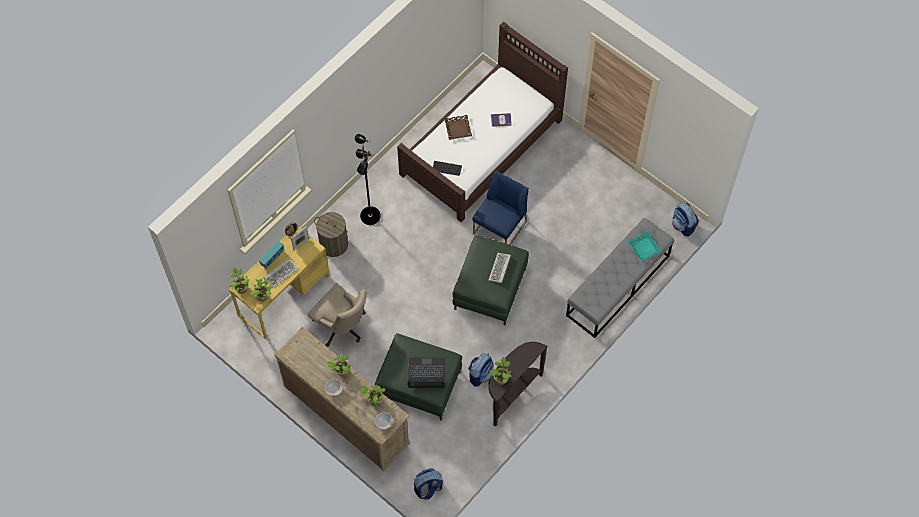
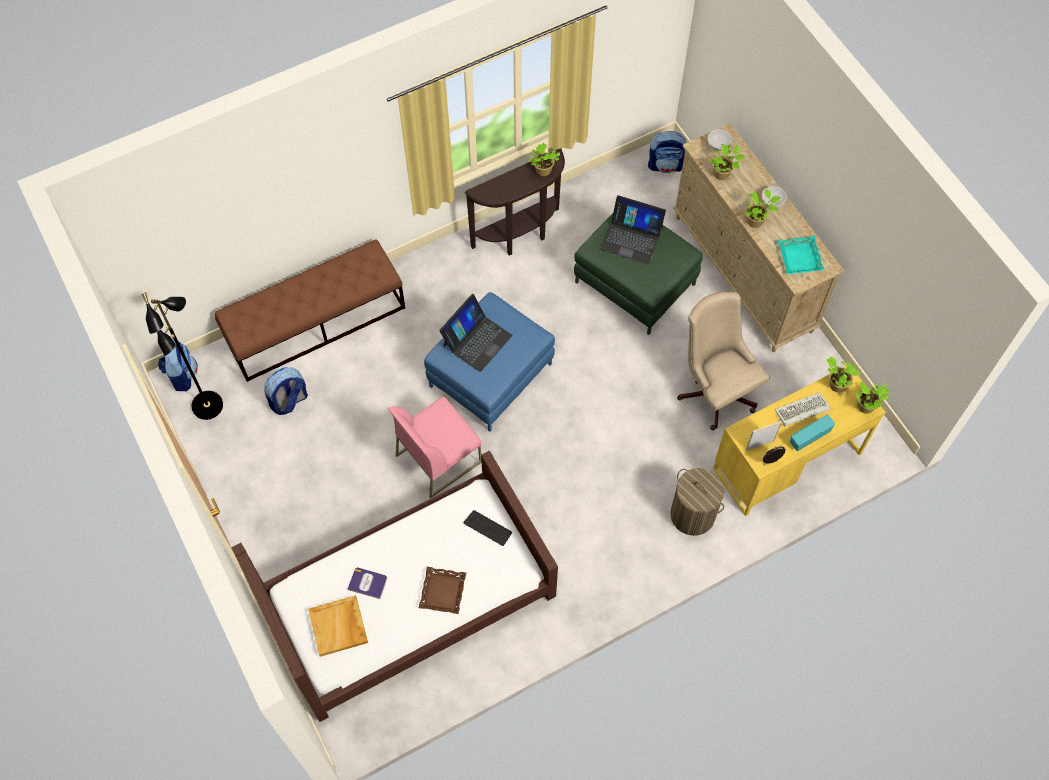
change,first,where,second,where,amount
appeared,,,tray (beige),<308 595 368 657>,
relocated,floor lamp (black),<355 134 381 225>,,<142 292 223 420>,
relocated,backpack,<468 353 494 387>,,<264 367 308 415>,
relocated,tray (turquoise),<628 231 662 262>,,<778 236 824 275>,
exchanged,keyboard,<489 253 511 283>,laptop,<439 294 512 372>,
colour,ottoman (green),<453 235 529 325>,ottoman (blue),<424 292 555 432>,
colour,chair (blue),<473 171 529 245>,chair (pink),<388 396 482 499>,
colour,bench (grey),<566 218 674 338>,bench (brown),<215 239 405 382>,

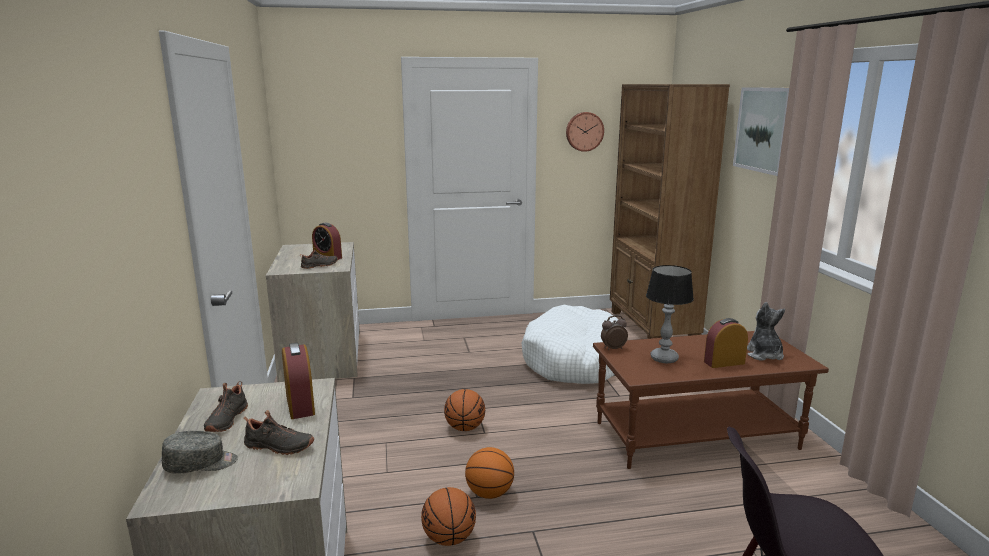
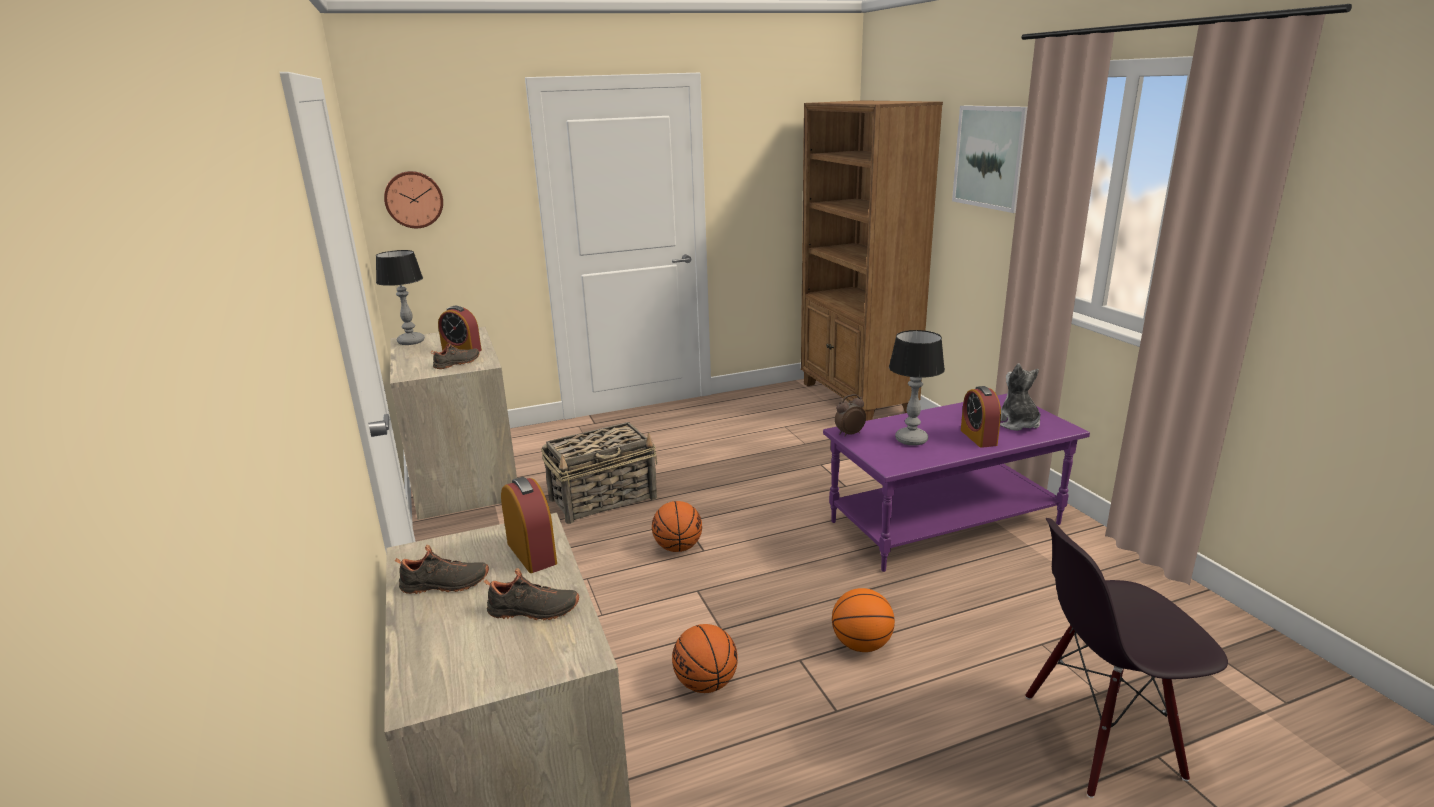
change,first,where,second,where,amount
missing,cap (grey),<162 431 238 474>,,,
missing,dog bed (white),<522 305 625 384>,,,
appeared,,,table lamp,<376 250 425 345>,
appeared,,,basket,<541 422 657 524>,
relocated,basketball,<465 447 514 499>,,<832 588 895 652>,
relocated,wall clock,<566 112 604 152>,,<384 171 443 228>,
colour,coffee table (brown),<593 331 829 469>,coffee table (purple),<823 394 1090 572>,
spun,shoe (black),<204 381 248 432>,,<395 545 489 594>,90 degrees counterclockwise
spun,alarm clock,<704 318 748 368>,,<961 386 1001 448>,75 degrees counterclockwise

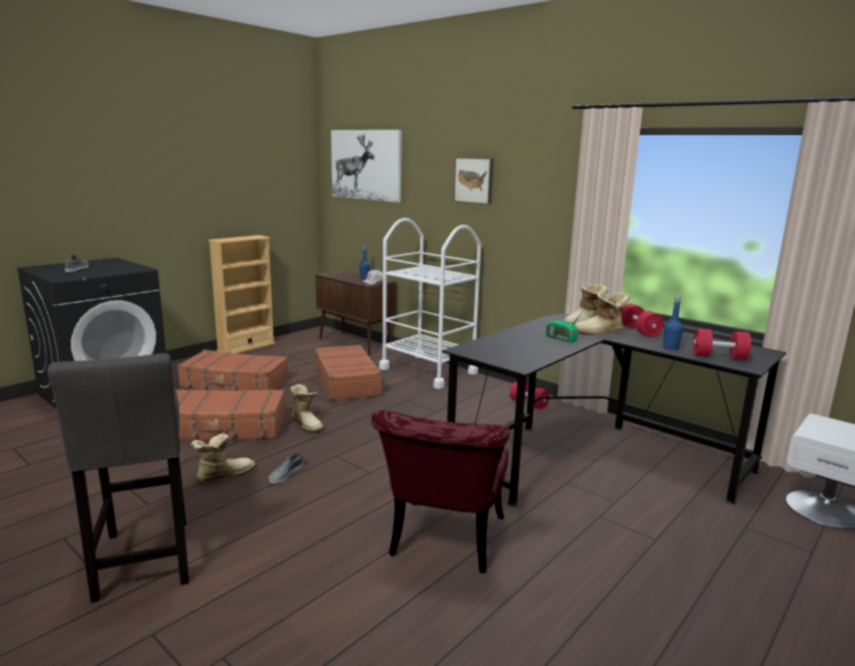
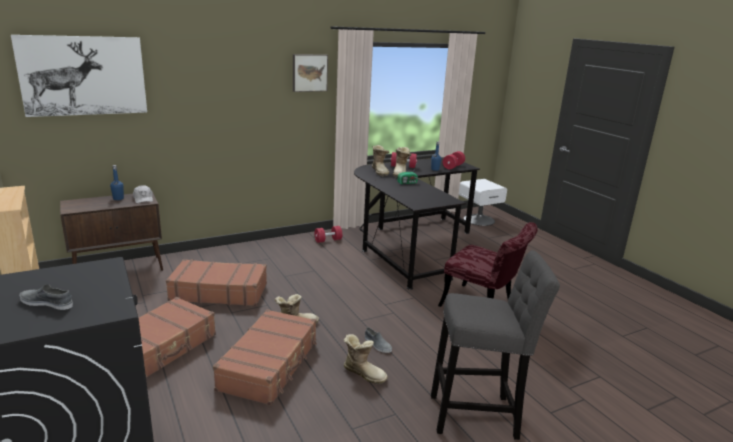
change,first,where,second,where,amount
missing,cart (white),<379 218 481 389>,,,
relocated,picture,<454 157 494 204>,,<293 54 328 92>,
spun,boot,<191 434 255 481>,,<343 334 388 384>,135 degrees clockwise

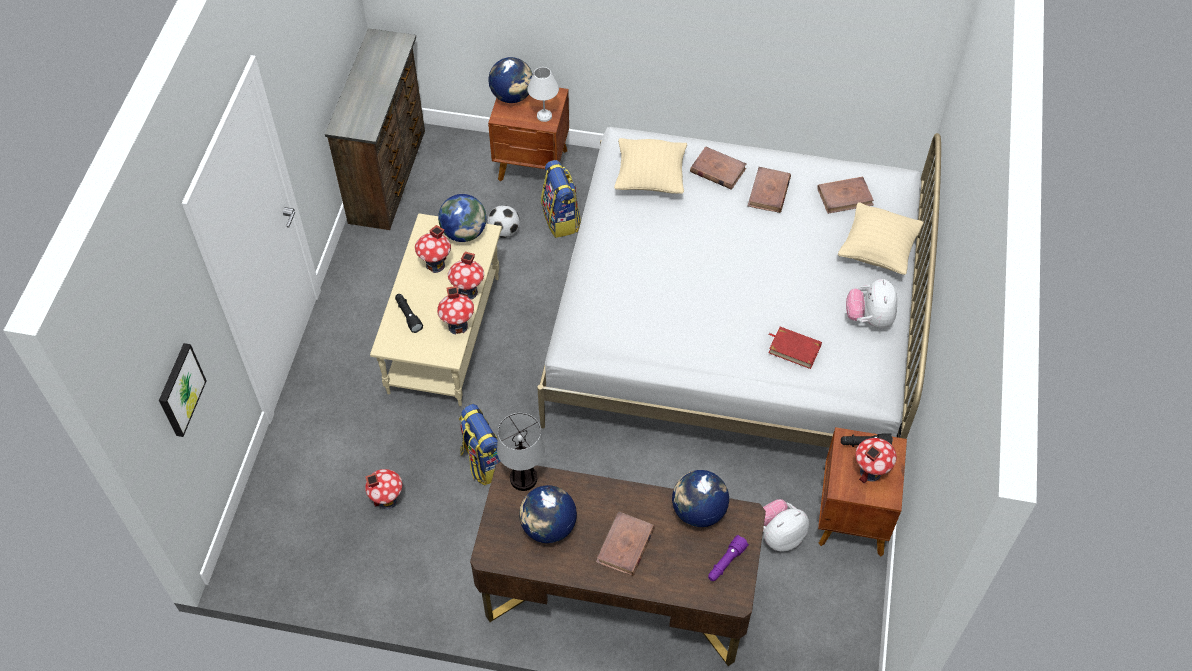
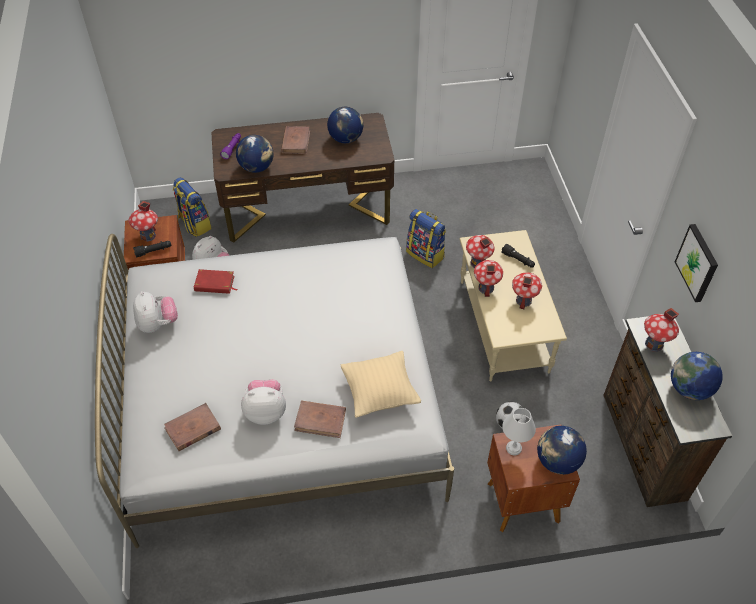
change,first,where,second,where,amount
missing,table lamp,<497 413 545 491>,,,
missing,pillow (beige),<838 202 924 275>,,,
relocated,picture,<159 343 206 437>,,<675 224 718 302>,
relocated,toy house,<365 469 402 509>,,<644 308 679 352>,
relocated,globe,<438 194 487 242>,,<671 352 723 400>,
relocated,backpack,<541 160 581 238>,,<173 177 212 237>,
exchanged,book (brown),<748 167 791 213>,plush toy,<241 379 286 425>,

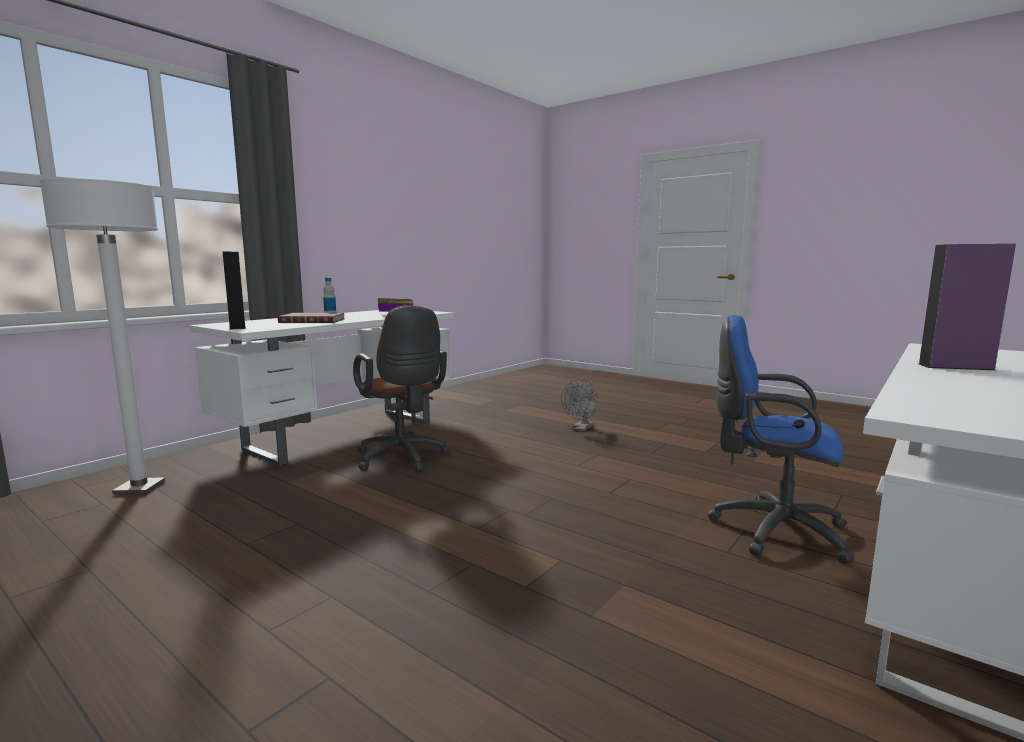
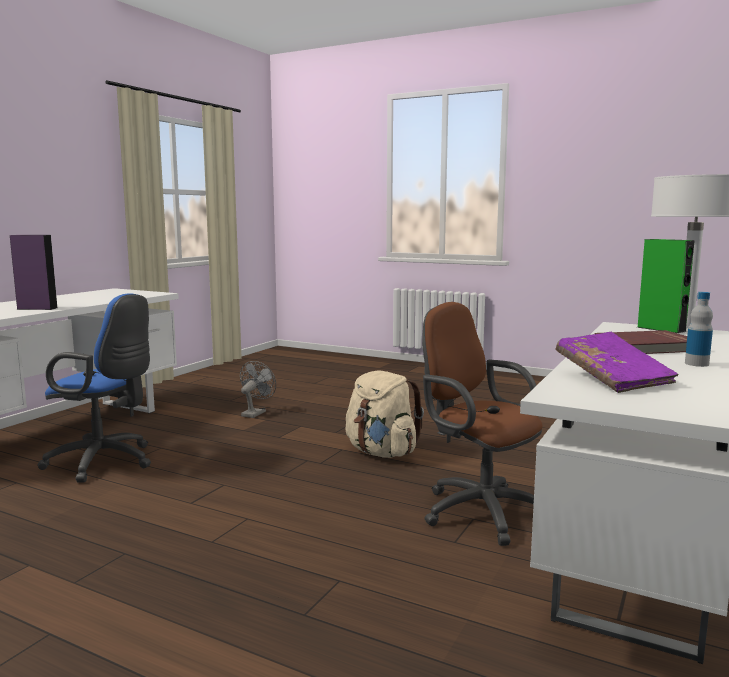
change,first,where,second,where,amount
appeared,,,backpack (beige),<346 370 424 458>,
relocated,fan (grey),<561 379 598 431>,,<240 361 276 418>,

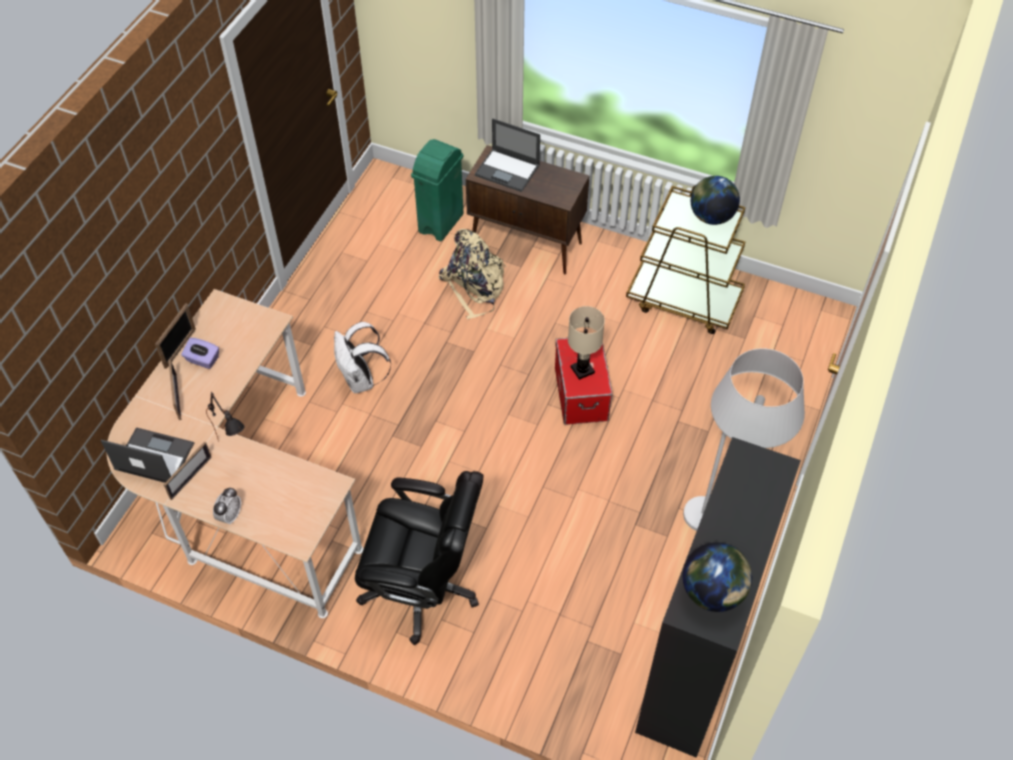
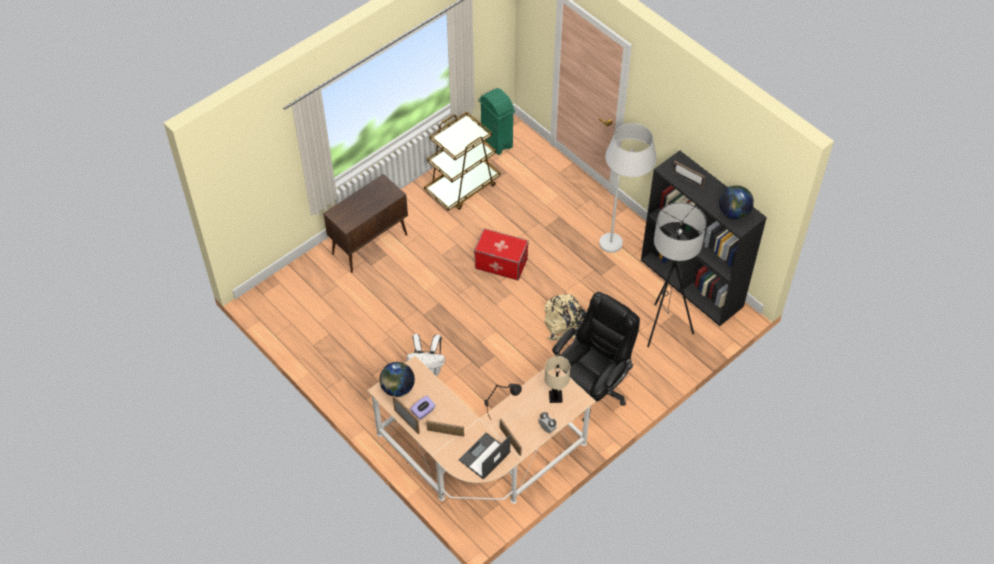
change,first,where,second,where,amount
missing,laptop,<475 118 540 192>,,,
appeared,,,floor lamp (grey),<647 202 707 347>,
appeared,,,picture frame,<672 161 705 188>,
relocated,trash can (green),<411 139 463 242>,,<479 88 515 155>,
relocated,backpack (beige),<438 229 507 319>,,<544 294 586 341>,
relocated,table lamp (beige),<568 306 605 380>,,<545 356 570 403>,
relocated,globe,<691 176 740 225>,,<379 362 415 397>,

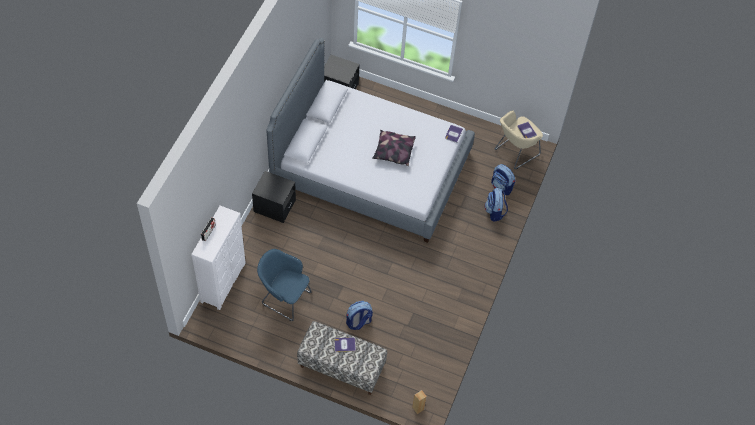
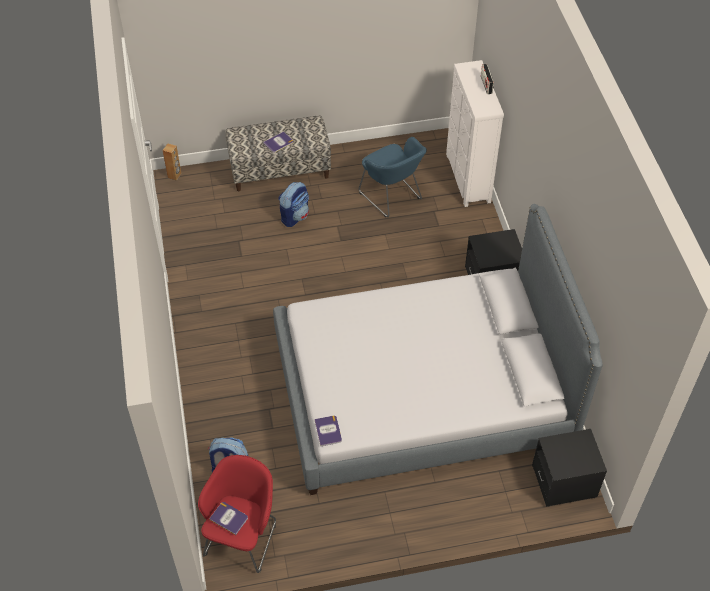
change,first,where,second,where,amount
missing,pillow,<372 130 416 166>,,,
missing,backpack,<485 188 508 222>,,,
colour,armchair (beige),<494 110 543 169>,armchair (red),<198 455 276 573>,
spun,armchair (blue),<257 249 312 321>,,<359 137 427 217>,60 degrees clockwise

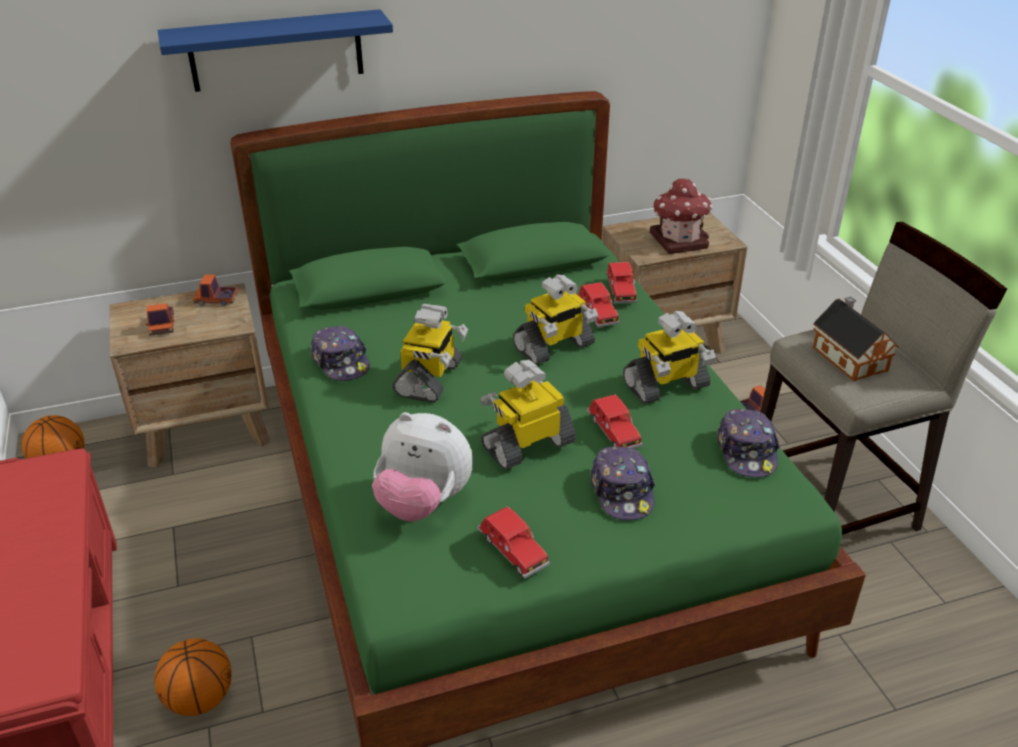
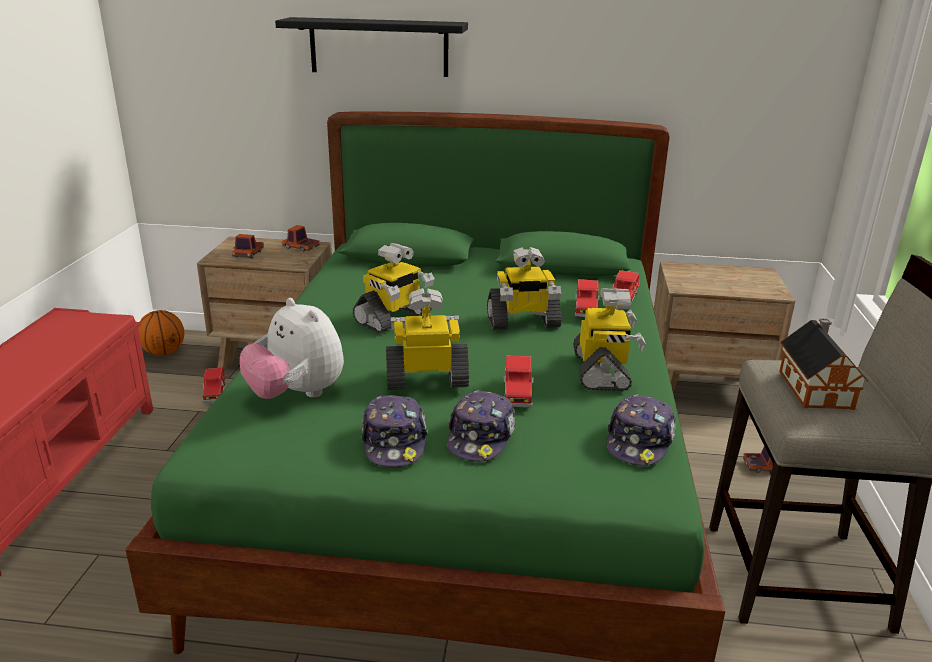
change,first,where,second,where,amount
missing,basketball,<154 638 232 716>,,,
missing,toy house,<650 178 713 254>,,,
relocated,cap,<310 326 370 381>,,<361 395 428 467>,
relocated,toy car (red),<477 507 550 579>,,<202 368 226 403>,
colour,shelf (blue),<158 9 393 92>,shelf (black),<275 17 468 77>,
spun,toy robot,<623 311 716 404>,,<573 288 646 391>,90 degrees counterclockwise

